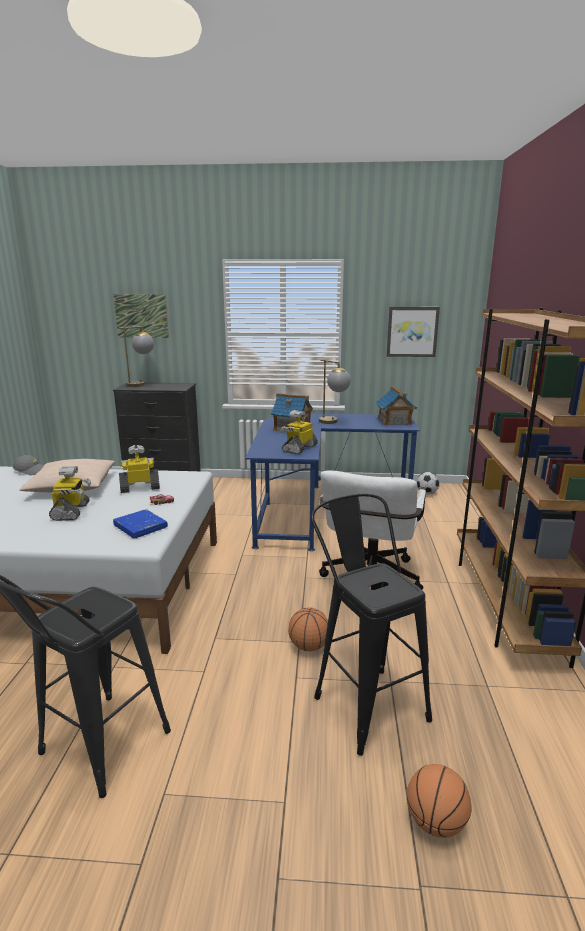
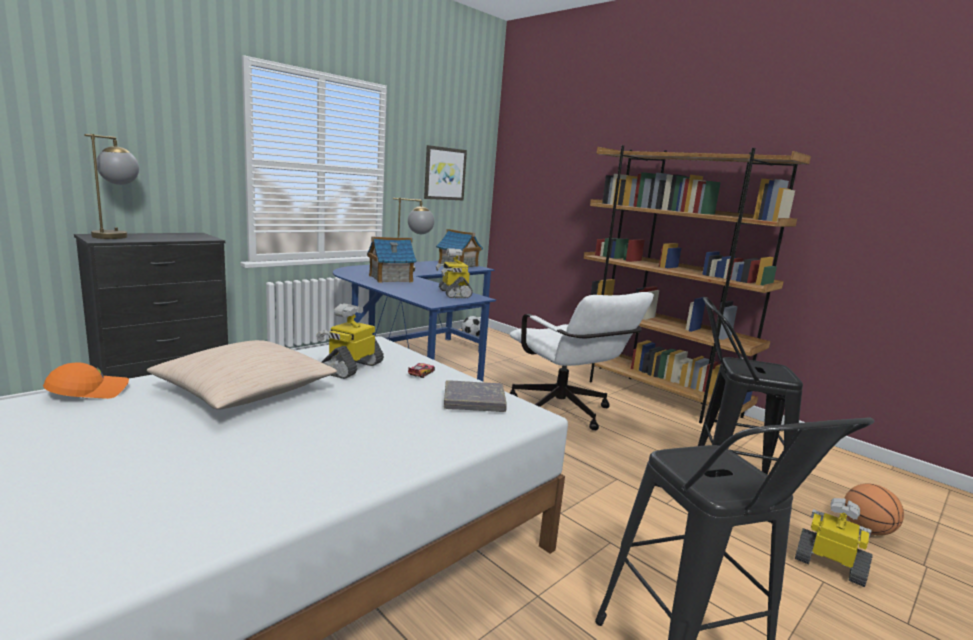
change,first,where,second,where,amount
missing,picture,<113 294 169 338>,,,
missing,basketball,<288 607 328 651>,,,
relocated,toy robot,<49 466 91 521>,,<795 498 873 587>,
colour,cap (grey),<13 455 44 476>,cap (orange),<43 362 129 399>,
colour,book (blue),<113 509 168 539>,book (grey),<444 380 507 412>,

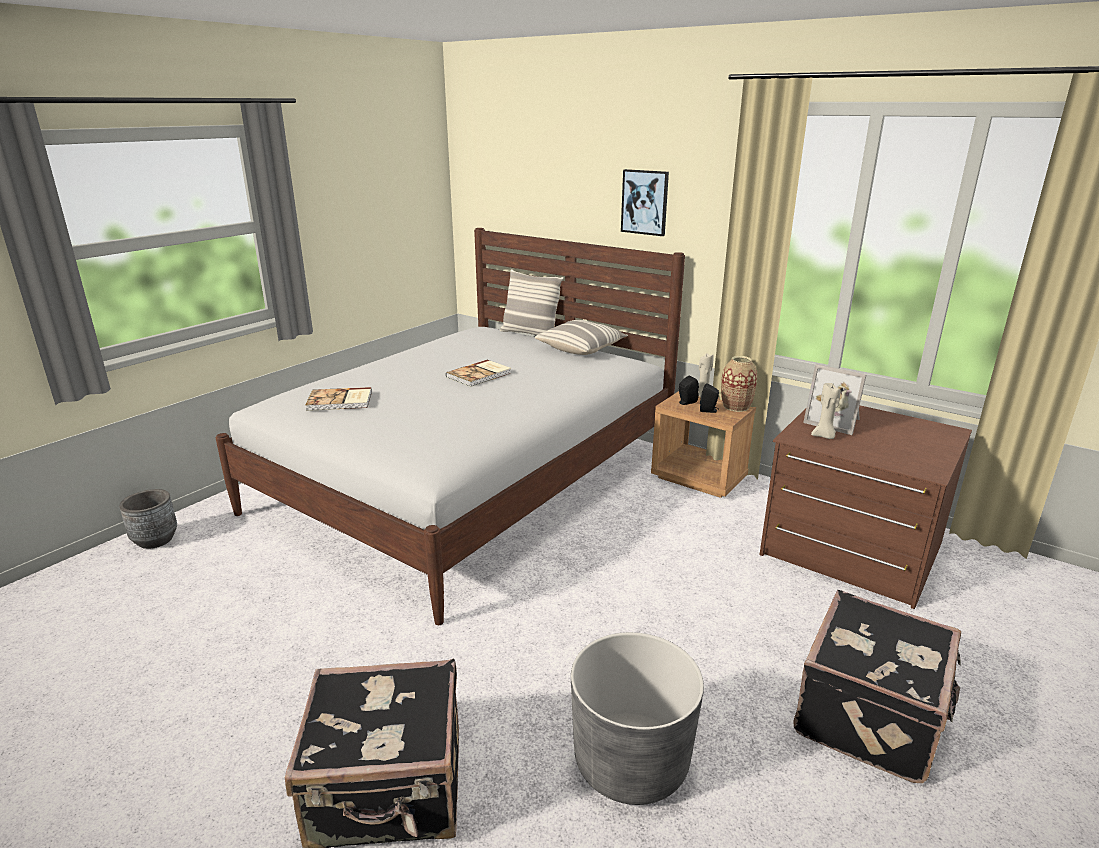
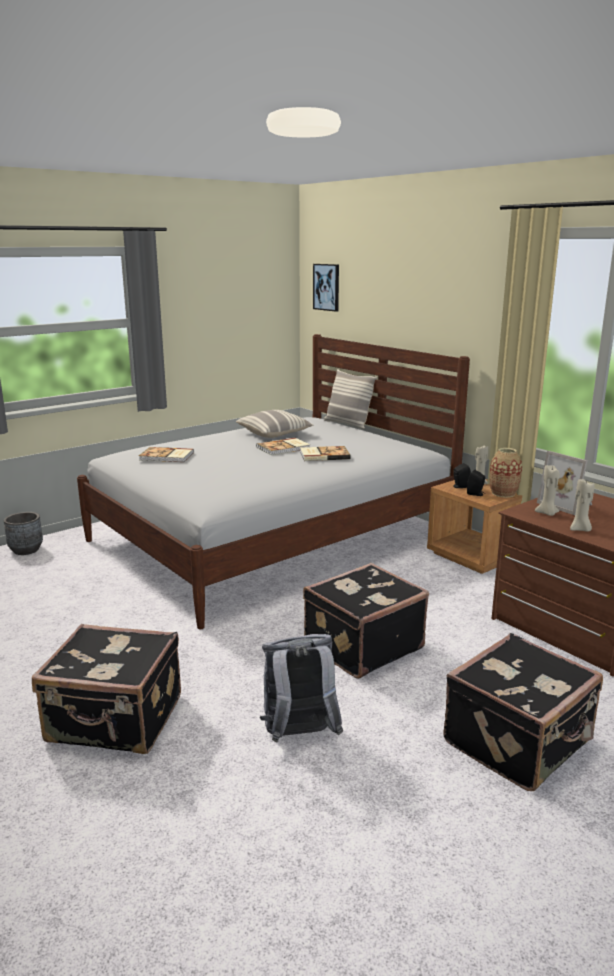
change,first,where,second,where,amount
appeared,,,book,<300 446 350 461>,
appeared,,,suitcase (black),<303 563 429 679>,
appeared,,,candle (beige),<570 479 595 532>,
relocated,pillow,<535 320 628 355>,,<236 410 314 438>,
relocated,picture,<621 169 669 236>,,<313 264 339 312>,
exchanged,planter (grey),<571 632 704 805>,backpack (grey),<260 634 343 743>,

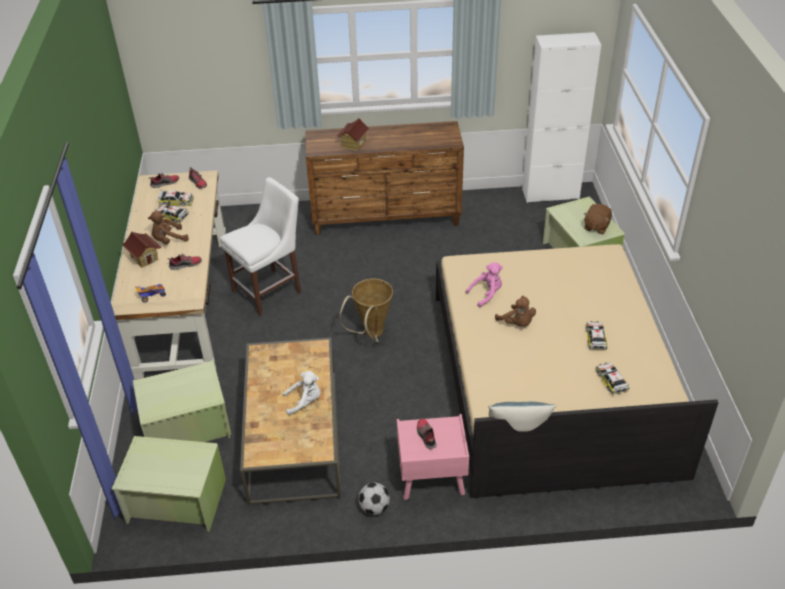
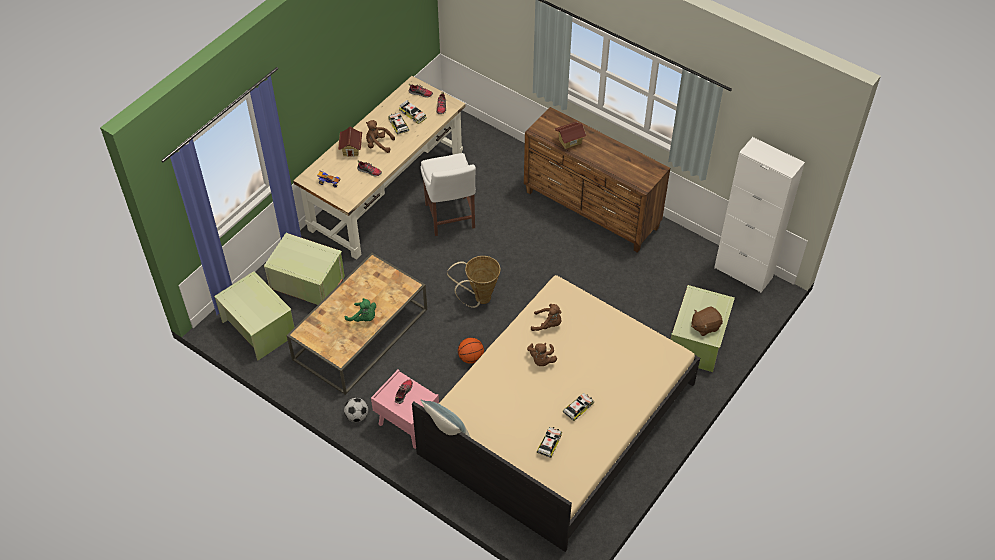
change,first,where,second,where,amount
appeared,,,basketball,<458 338 484 364>,
colour,plush toy (white),<283 371 320 415>,plush toy (green),<345 298 376 322>,
colour,plush toy (pink),<466 262 503 307>,plush toy (brown),<531 304 561 331>,
spun,chair (white),<220 177 301 316>,,<420 153 476 236>,75 degrees clockwise

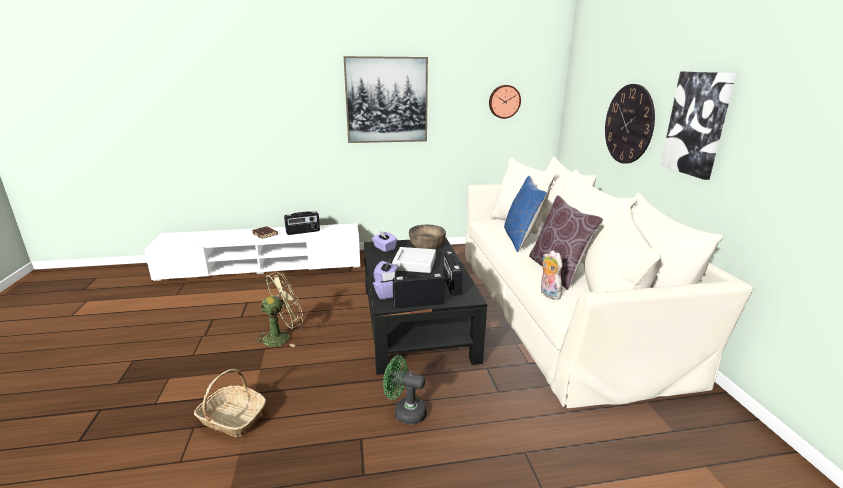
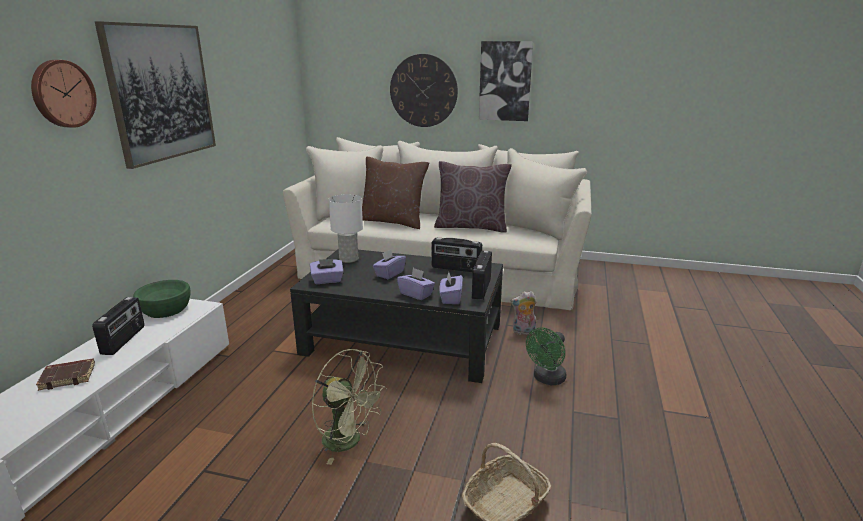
change,first,where,second,where,amount
appeared,,,bowl (green),<133 280 191 318>,
relocated,wall clock,<489 85 521 119>,,<31 60 96 128>,
relocated,plush toy,<541 250 563 300>,,<511 291 537 335>,
exchanged,tray (grey),<392 247 436 273>,tissue box (purple),<373 249 406 279>,
exchanged,bowl (brown),<409 225 446 249>,table lamp (white),<329 194 363 263>,
colour,pillow (blue),<504 176 547 252>,pillow (brown),<362 157 429 229>,
spun,fan (green),<253 272 303 347>,,<311 349 387 465>,135 degrees clockwise

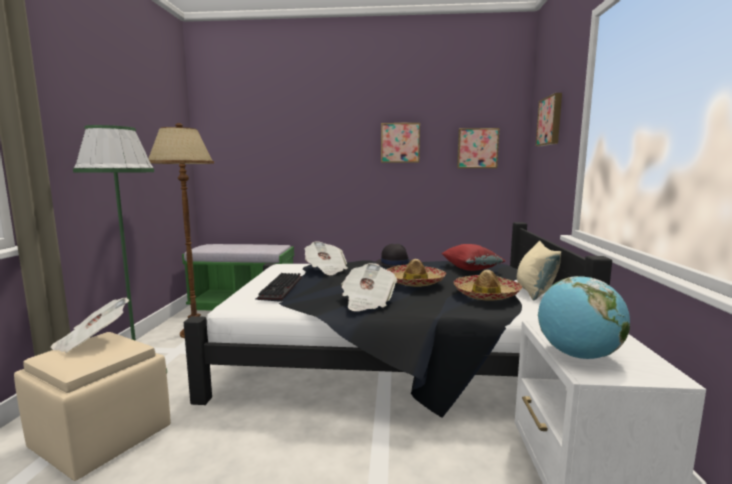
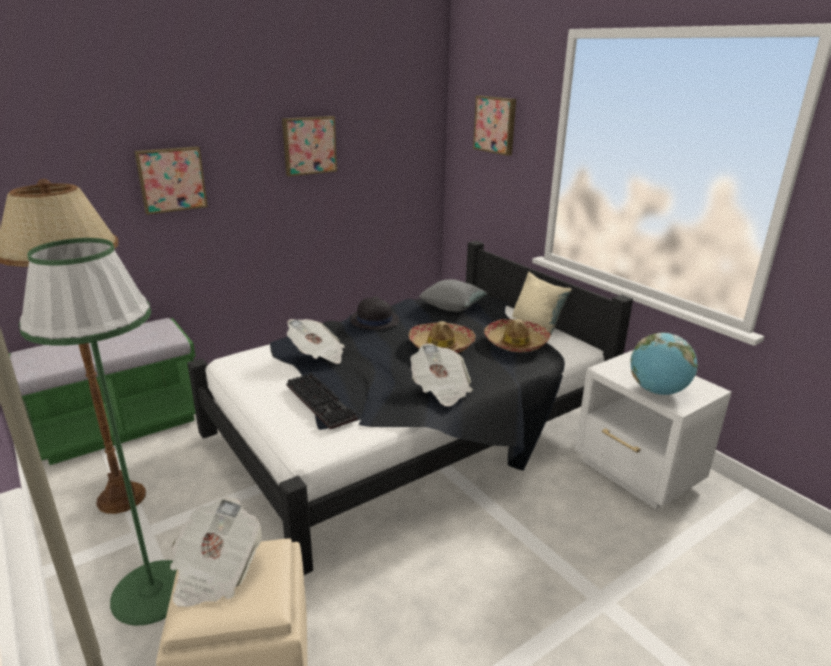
change,first,where,second,where,amount
relocated,picture,<457 128 499 168>,,<134 146 208 215>,
colour,pillow (red),<441 244 505 271>,pillow (grey),<418 279 488 312>,

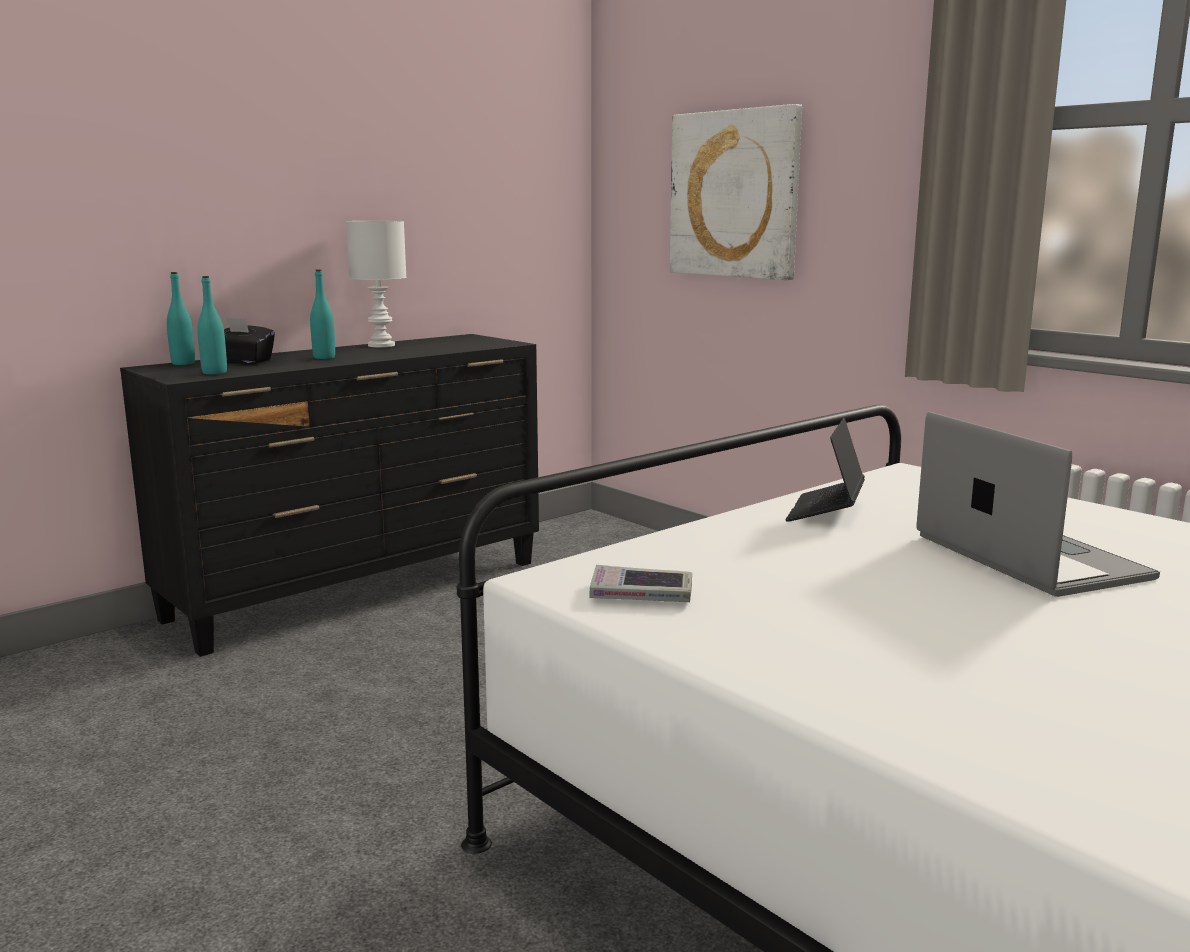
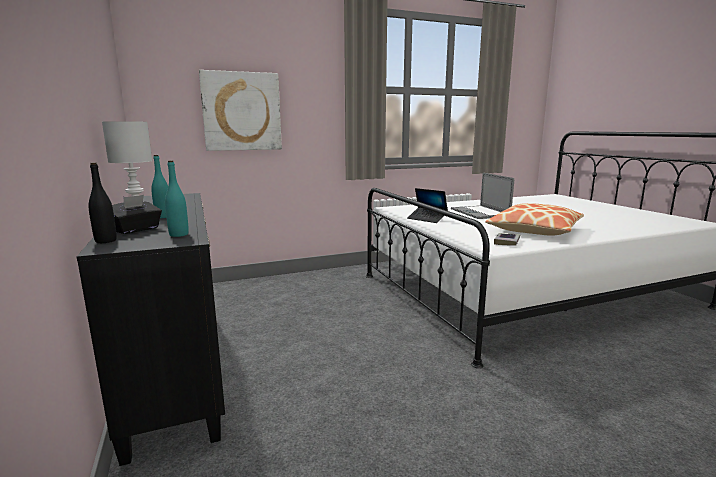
change,first,where,second,where,amount
appeared,,,pillow,<485 203 584 236>,
colour,bottle (turquoise),<167 272 195 365>,bottle (black),<88 163 117 243>,
spun,laptop,<916 412 1160 597>,,<451 173 514 219>,105 degrees counterclockwise

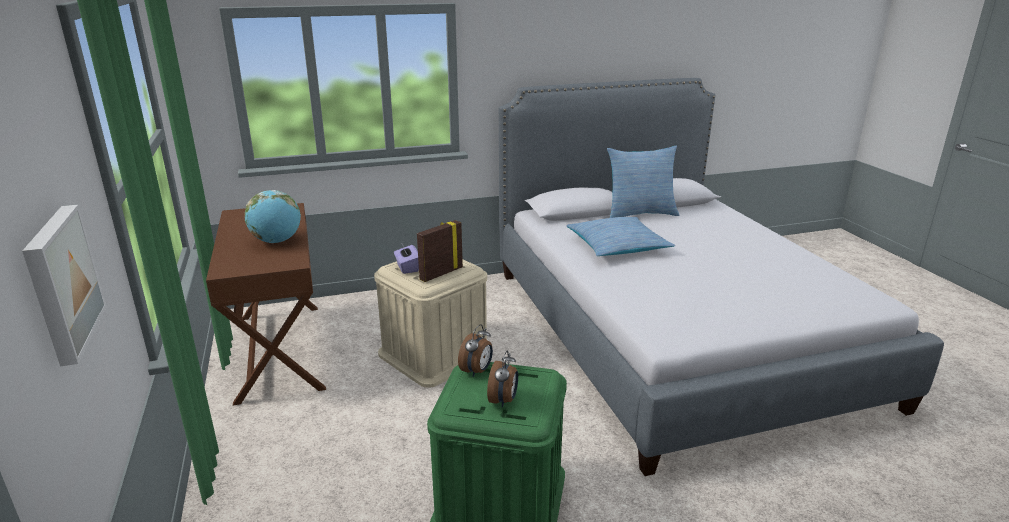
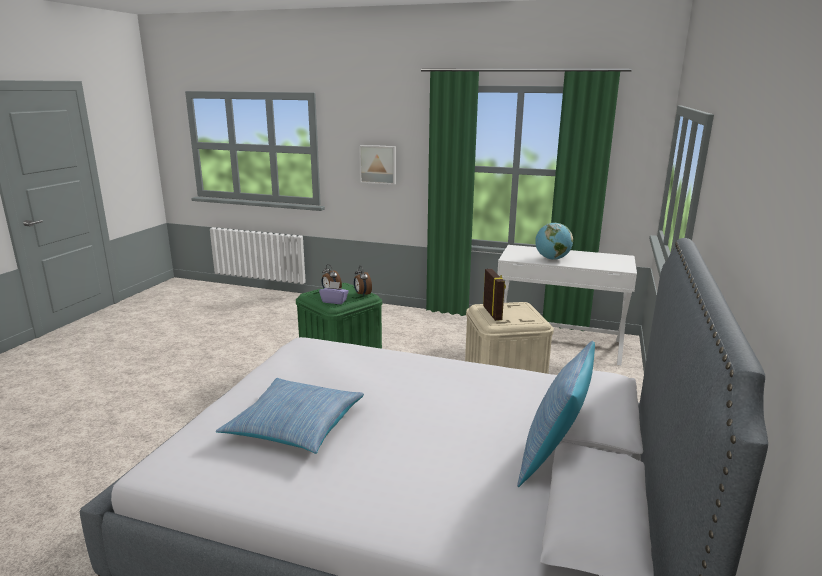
change,first,where,second,where,amount
relocated,tissue box (purple),<394 244 419 274>,,<319 281 349 304>,
relocated,pillow,<566 217 675 256>,,<216 378 364 454>,
colour,desk (brown),<206 203 326 406>,desk (white),<497 245 637 365>,

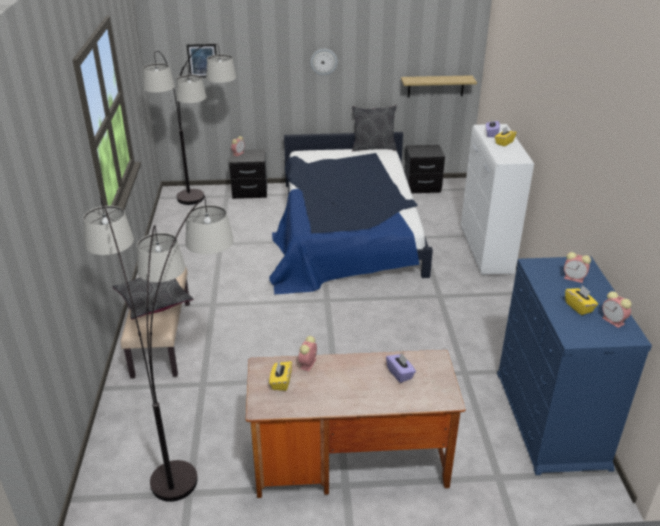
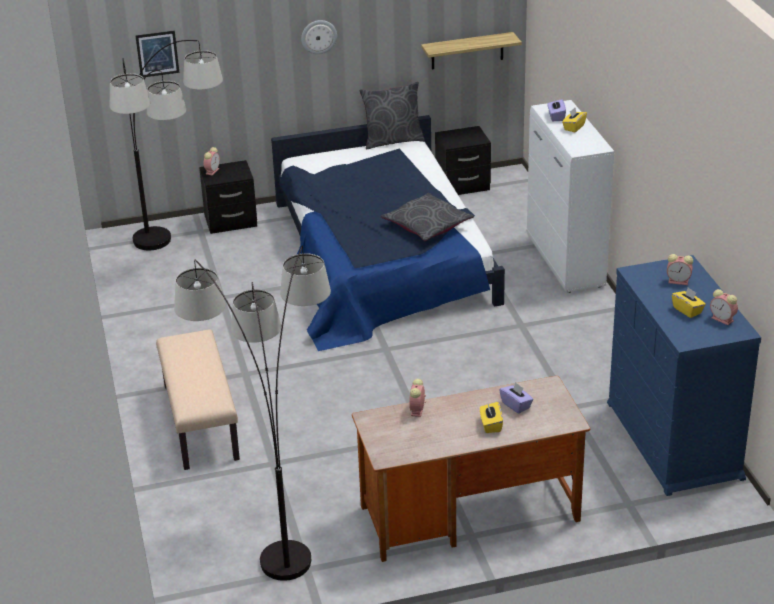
change,first,where,second,where,amount
relocated,pillow (grey),<113 277 194 320>,,<381 193 474 241>,
relocated,tissue box (yellow),<269 361 292 391>,,<480 402 503 433>,

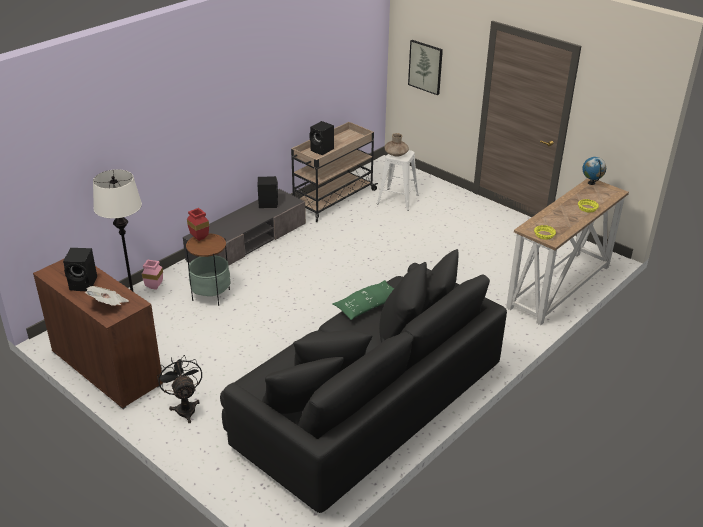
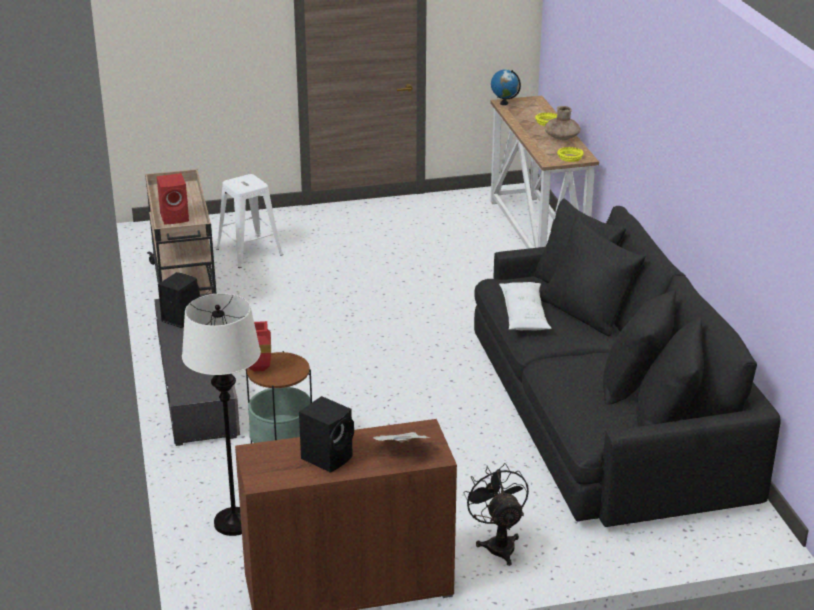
change,first,where,second,where,amount
missing,vase (pink),<142 260 163 290>,,,
missing,picture,<408 40 443 95>,,,
relocated,vase (brown),<385 133 409 157>,,<545 106 581 140>,
colour,speaker (black),<310 121 334 155>,speaker (red),<157 173 189 224>,
colour,pillow (green),<332 280 394 320>,pillow (white),<499 282 552 330>,
spun,fan (black),<157 355 202 423>,,<463 463 529 566>,60 degrees clockwise

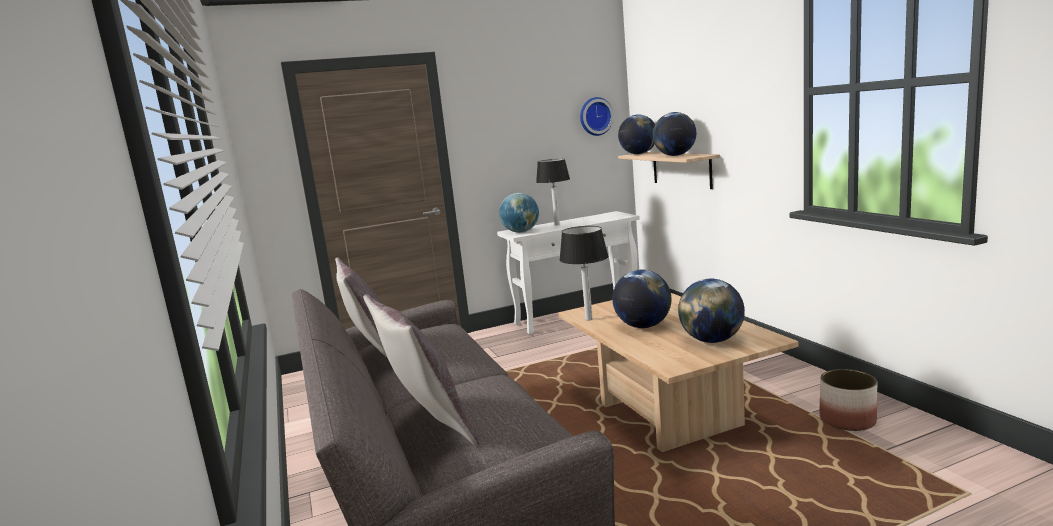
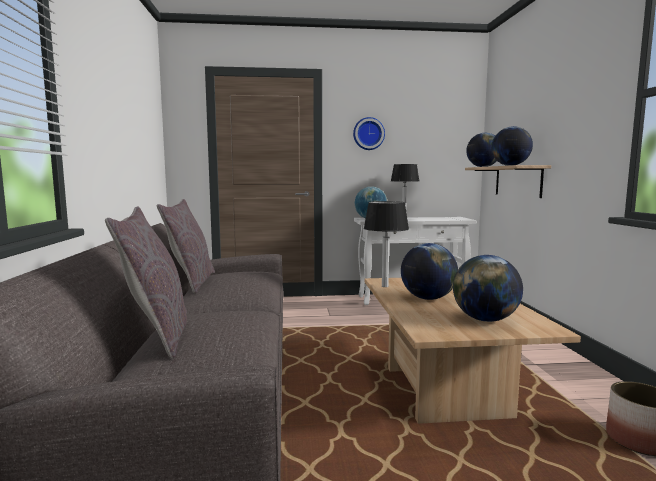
change,first,where,second,where,amount
relocated,wall clock,<580 97 614 136>,,<353 117 385 150>,

